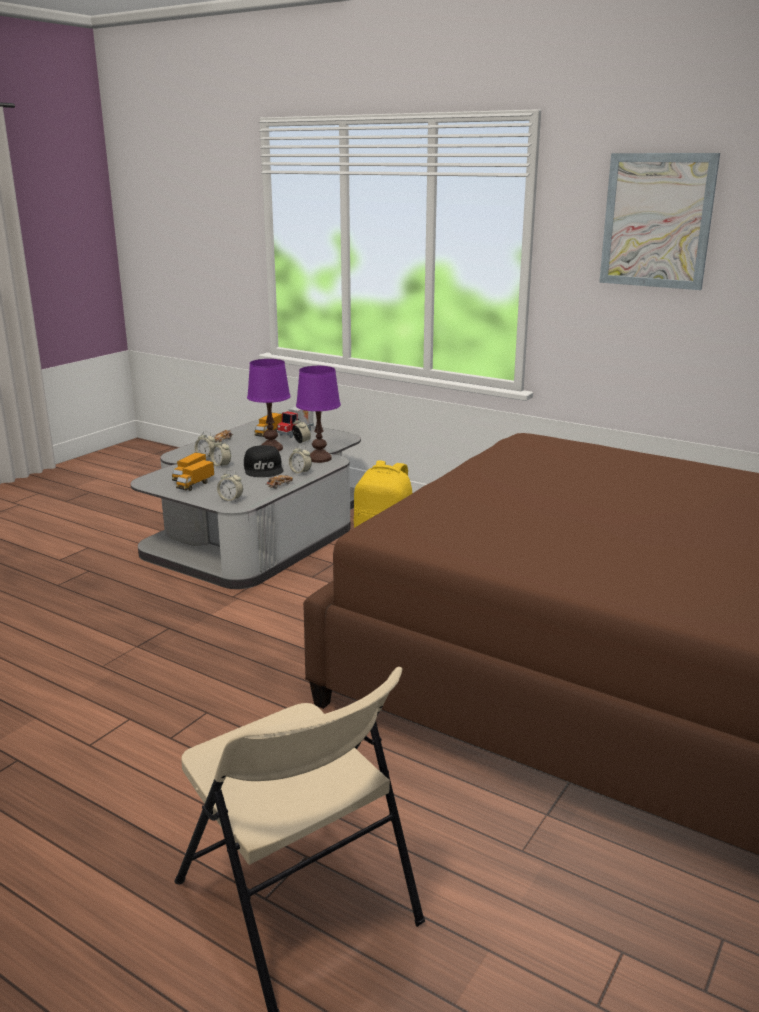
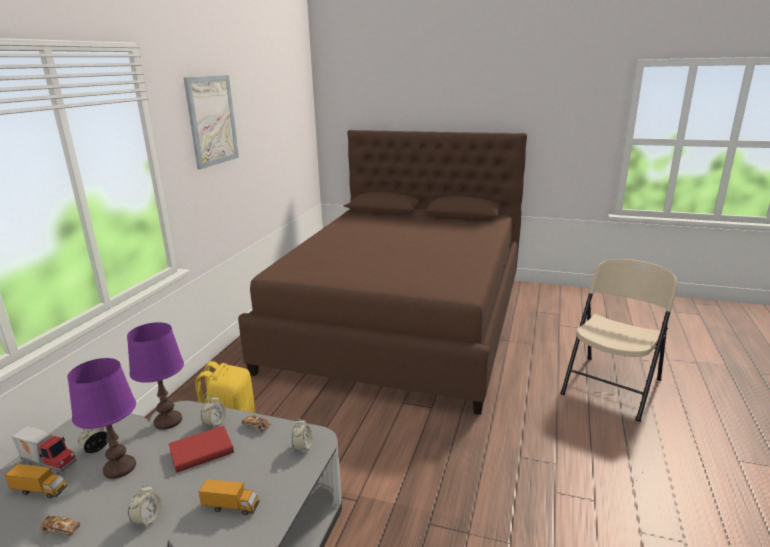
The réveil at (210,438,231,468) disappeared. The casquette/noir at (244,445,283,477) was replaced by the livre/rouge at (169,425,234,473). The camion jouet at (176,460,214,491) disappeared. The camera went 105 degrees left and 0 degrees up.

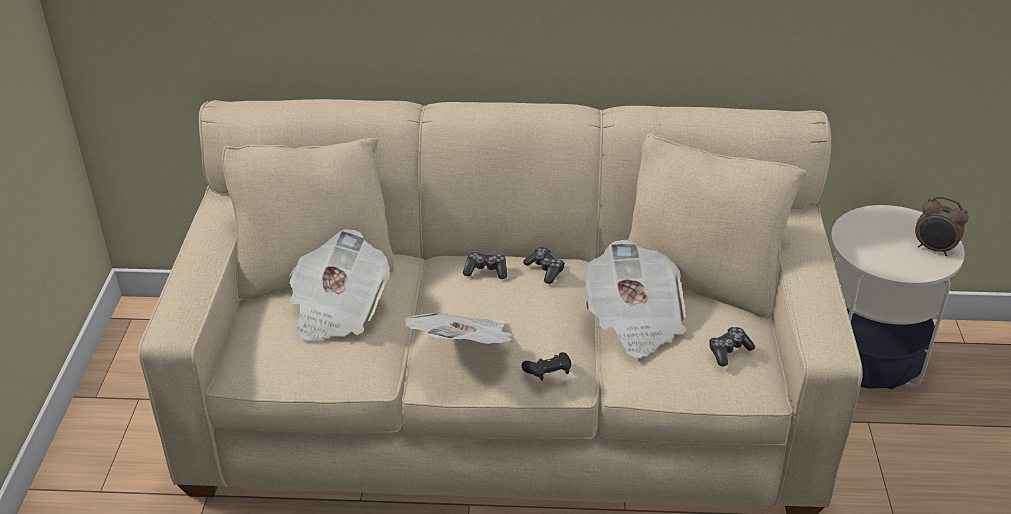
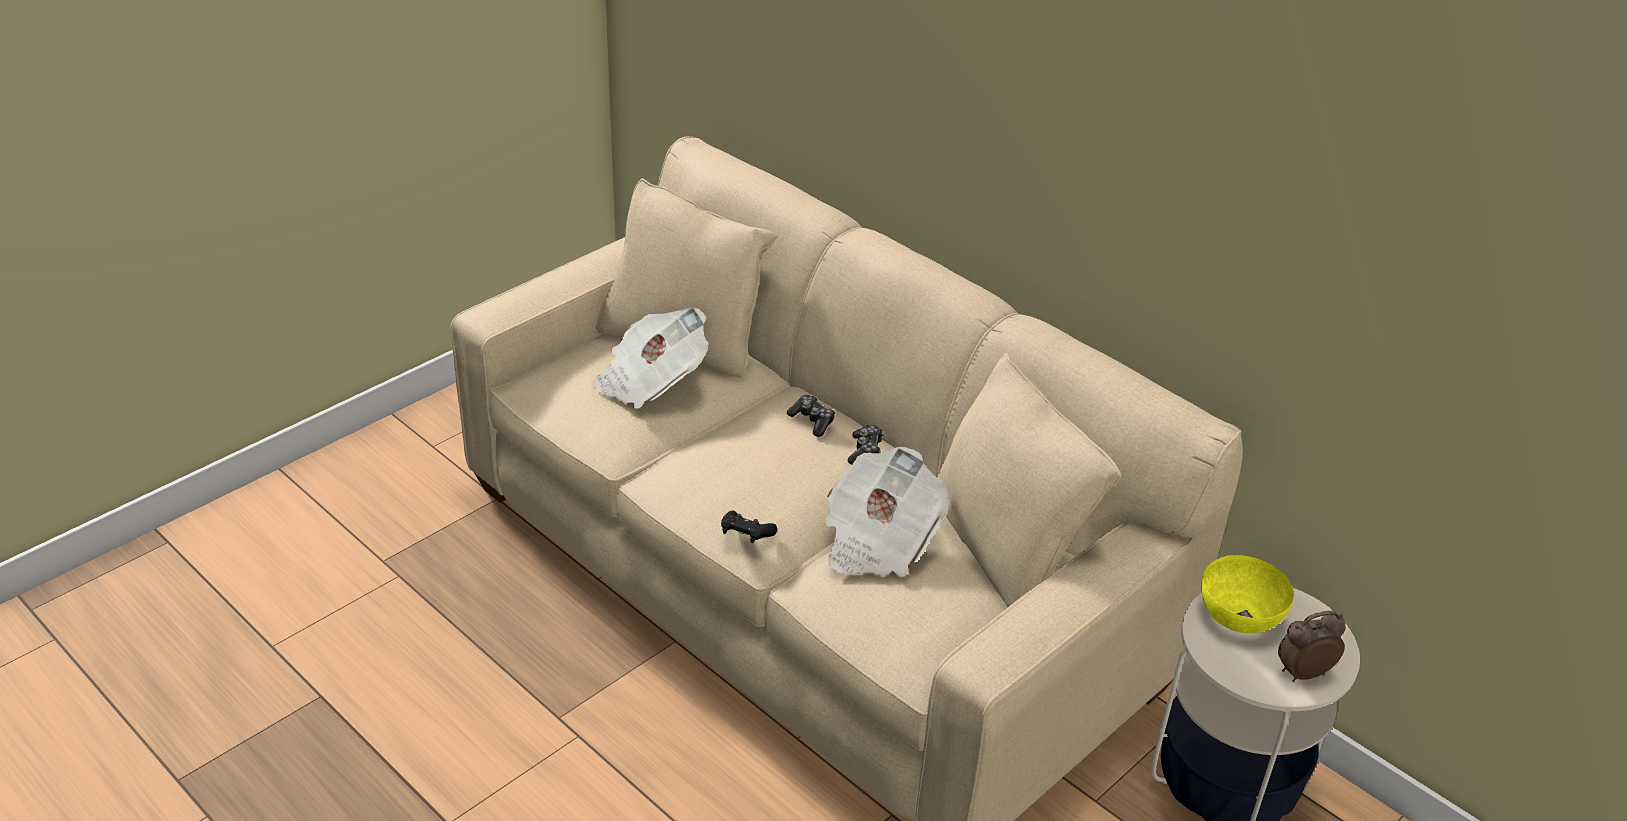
The réveil at (915,196,969,256) turned 90 degrees clockwise. The journal at (405,312,512,344) disappeared. The manette at (709,327,755,366) disappeared. The bol/jaune at (1201,555,1294,633) appeared. The camera went 40 degrees right and 0 degrees up.

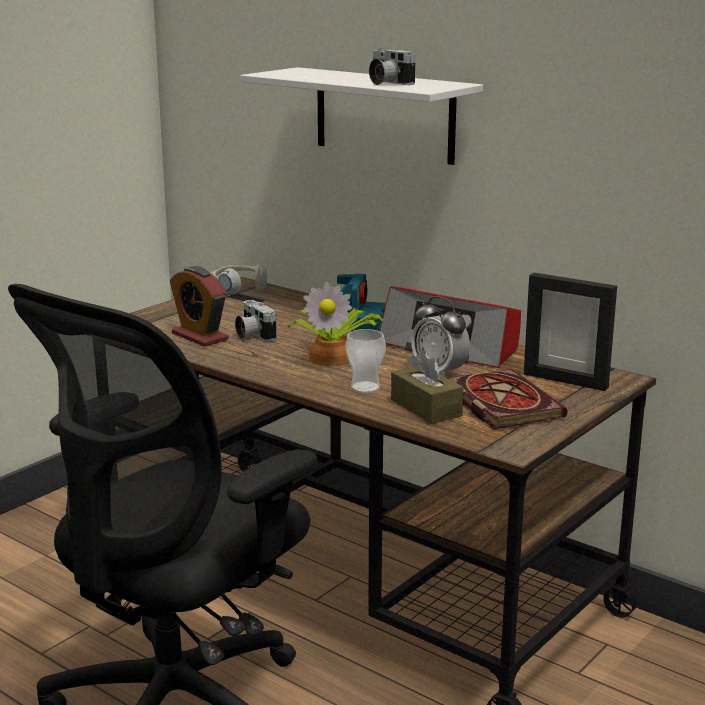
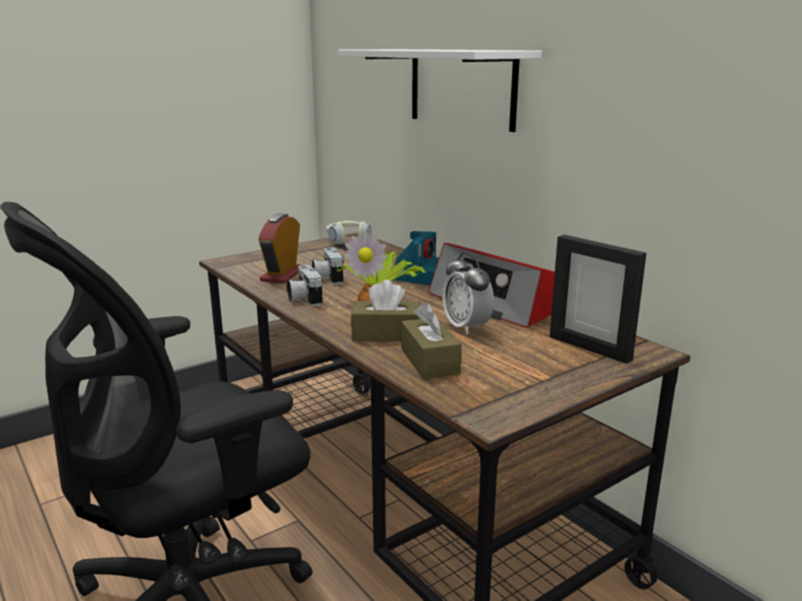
The appareil photo moved from (369,48,415,85) to (287,265,323,306). The réveil at (170,266,229,347) turned 45 degrees clockwise. The tasse at (346,329,386,393) was replaced by the boîte à mouchoirs/marron at (351,280,420,342). The livre at (448,369,568,429) disappeared. The camera went 15 degrees right and 0 degrees up.

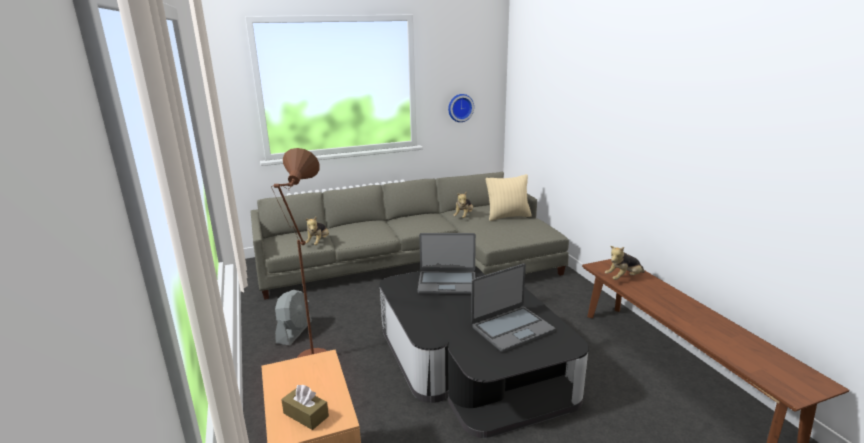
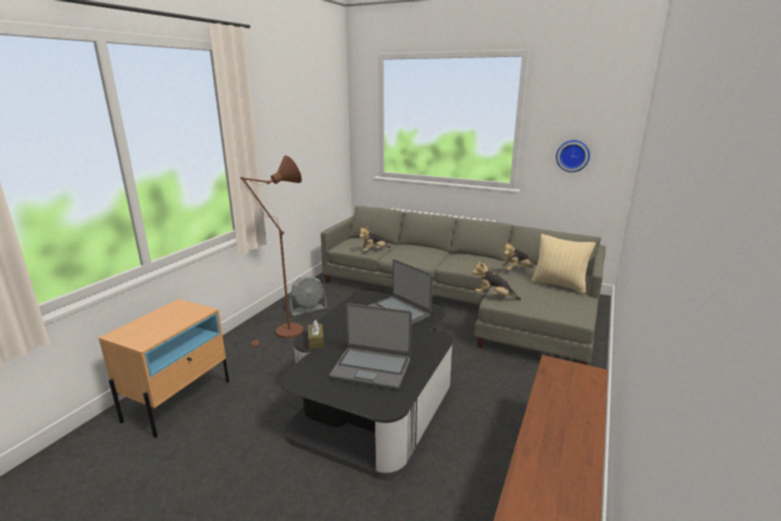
The peluche moved from (605,246,645,280) to (472,260,521,301). The boîte à mouchoirs/marron moved from (281,385,329,430) to (308,320,324,349). The camera went 45 degrees right and 0 degrees up.

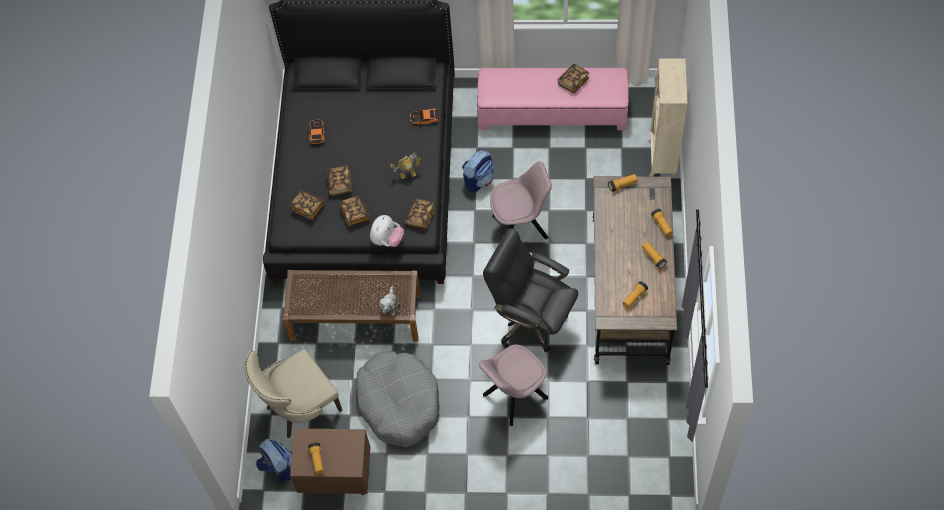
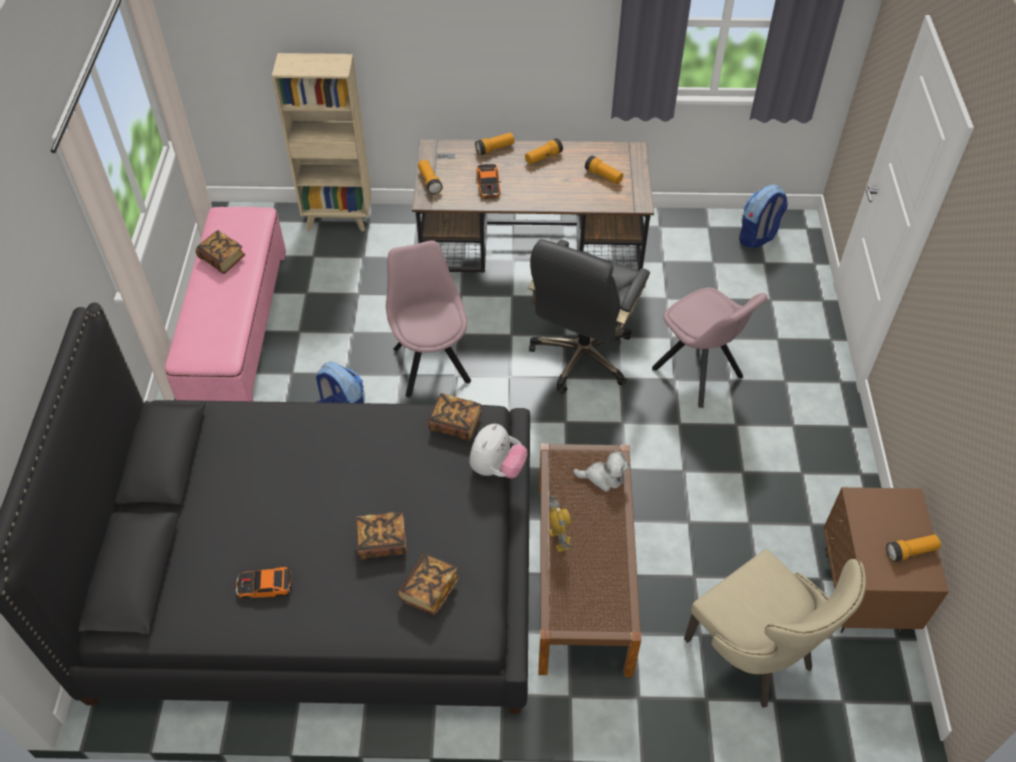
The petite voiture moved from (410,108,439,126) to (476,164,501,199). The robot jouet moved from (390,153,421,179) to (548,495,571,552). The livre at (340,195,371,227) disappeared. The peluche at (370,215,404,247) turned 90 degrees clockwise. The panier pour chien/gris at (357,351,440,447) disappeared. The sac à dos moved from (256,439,292,483) to (739,184,788,248). The camera went 95 degrees left and 10 degrees down.

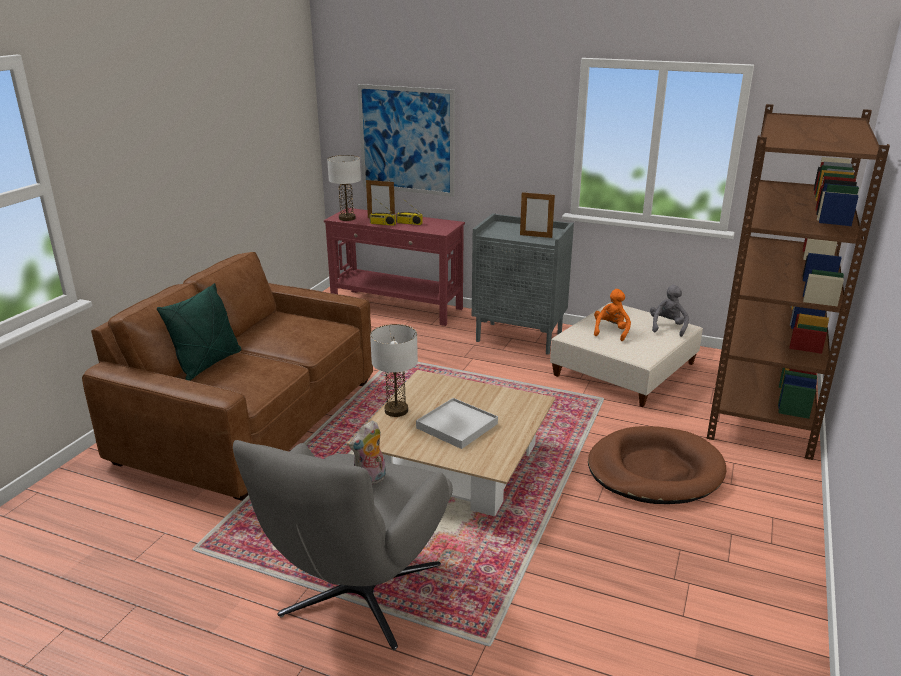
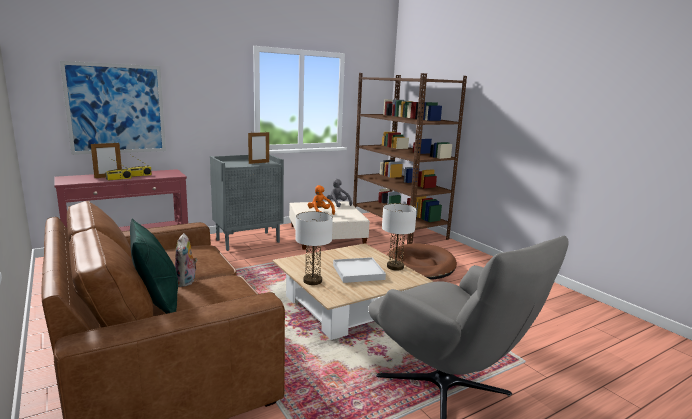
The lampe de table moved from (327,155,361,221) to (382,203,417,270). The peluche moved from (349,421,386,485) to (175,233,198,287). The camera went 55 degrees left and 10 degrees down.

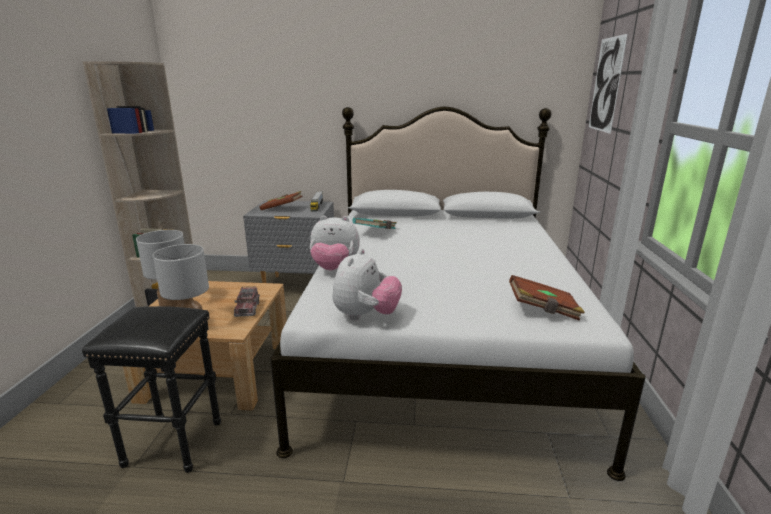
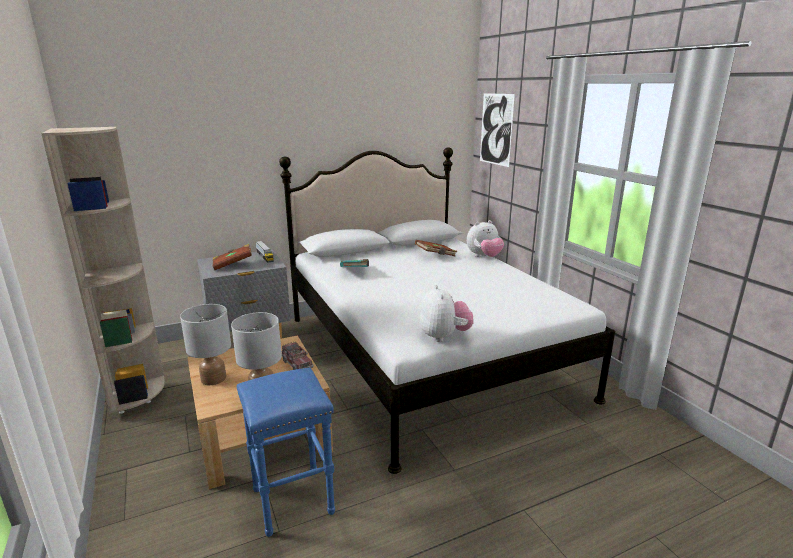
The peluche moved from (310,215,360,270) to (467,220,504,257). The livre/marron moved from (509,275,585,320) to (415,240,457,256). The tabouret/noir at (82,306,221,473) became the tabouret/bleu at (237,368,335,537). The camera went 30 degrees left and 0 degrees up.

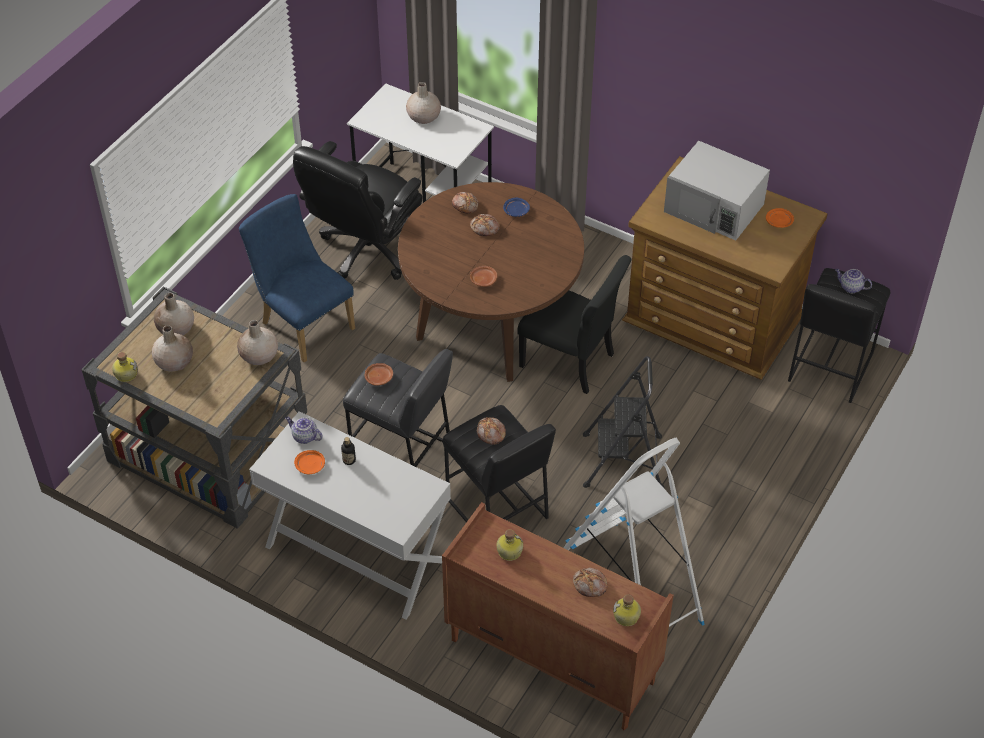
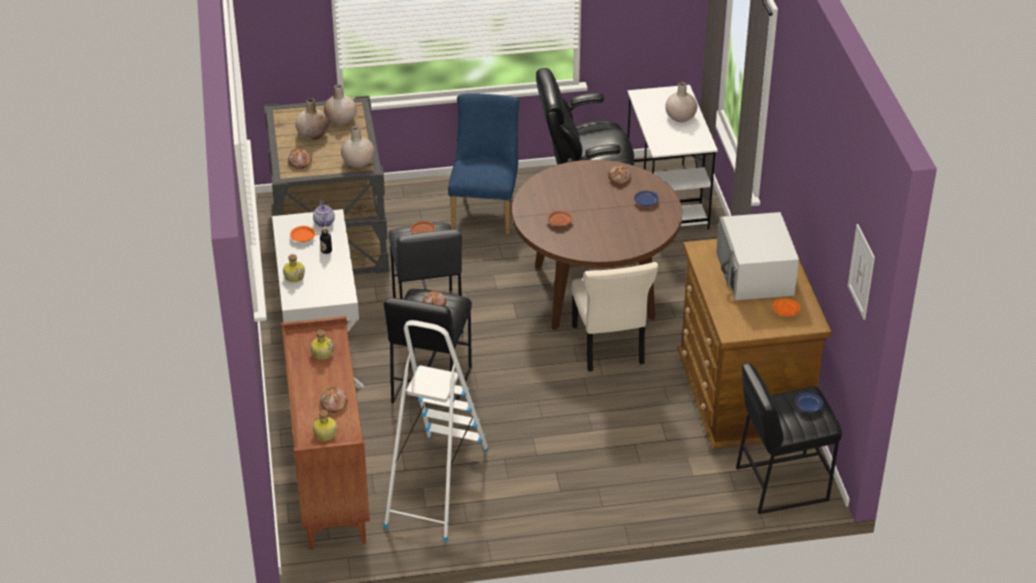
The pain moved from (470,214,500,236) to (288,148,312,169). The chaise/noir at (517,255,632,394) became the chaise/beige at (571,262,658,372). The théière at (835,269,872,293) was replaced by the assiette/bleu at (795,393,824,412). The bouteille moved from (112,352,138,382) to (283,254,305,282). The escabeau/noir at (583,356,664,488) disappeared. The tableau at (848,224,875,320) appeared. The camera went 50 degrees right and 10 degrees down.

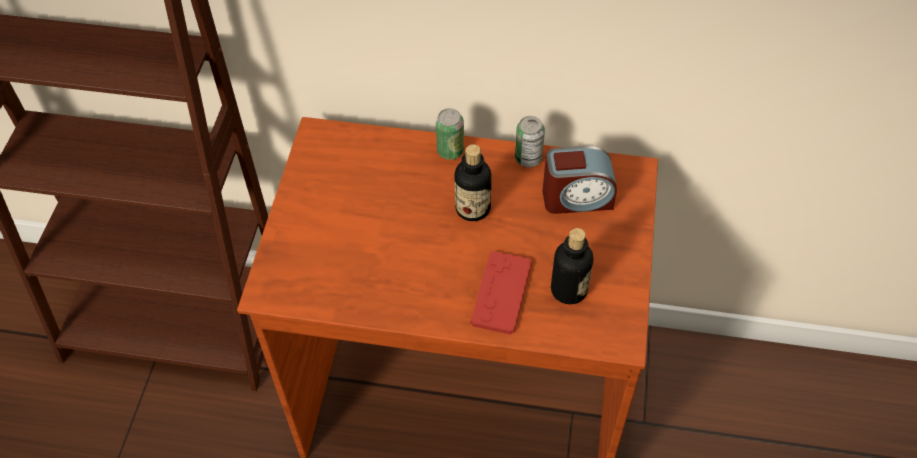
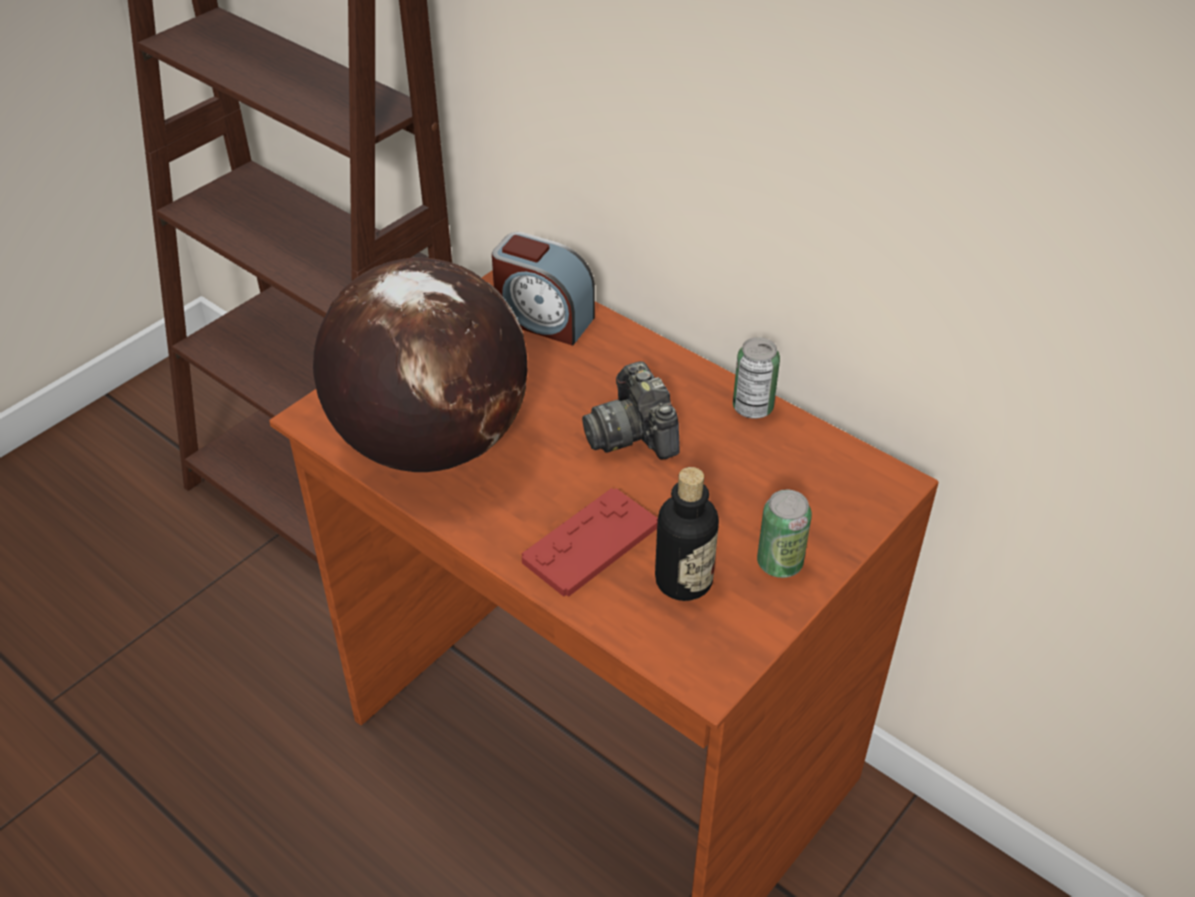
The boîte métallique moved from (436,108,464,160) to (757,489,812,578). The bouteille at (454,144,491,221) was replaced by the appareil photo at (582,361,680,459). The réveil moved from (543,146,617,214) to (492,232,595,346). The globe at (313,258,527,472) appeared. The camera went 30 degrees right and 10 degrees down.

